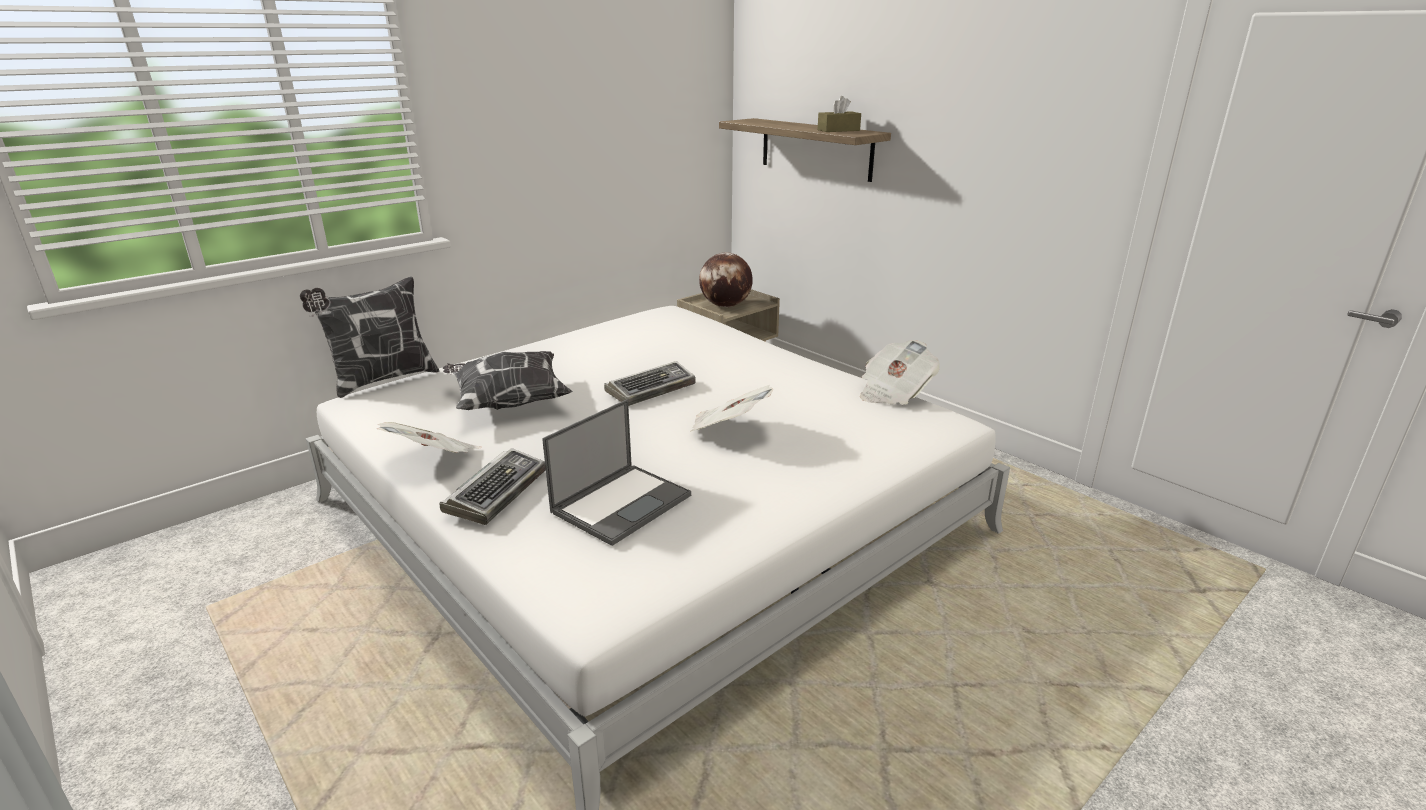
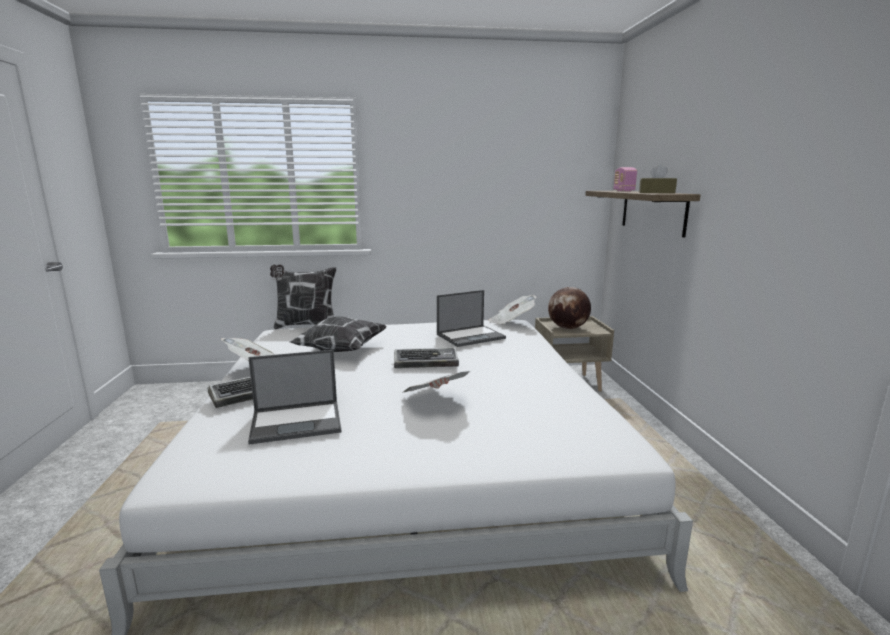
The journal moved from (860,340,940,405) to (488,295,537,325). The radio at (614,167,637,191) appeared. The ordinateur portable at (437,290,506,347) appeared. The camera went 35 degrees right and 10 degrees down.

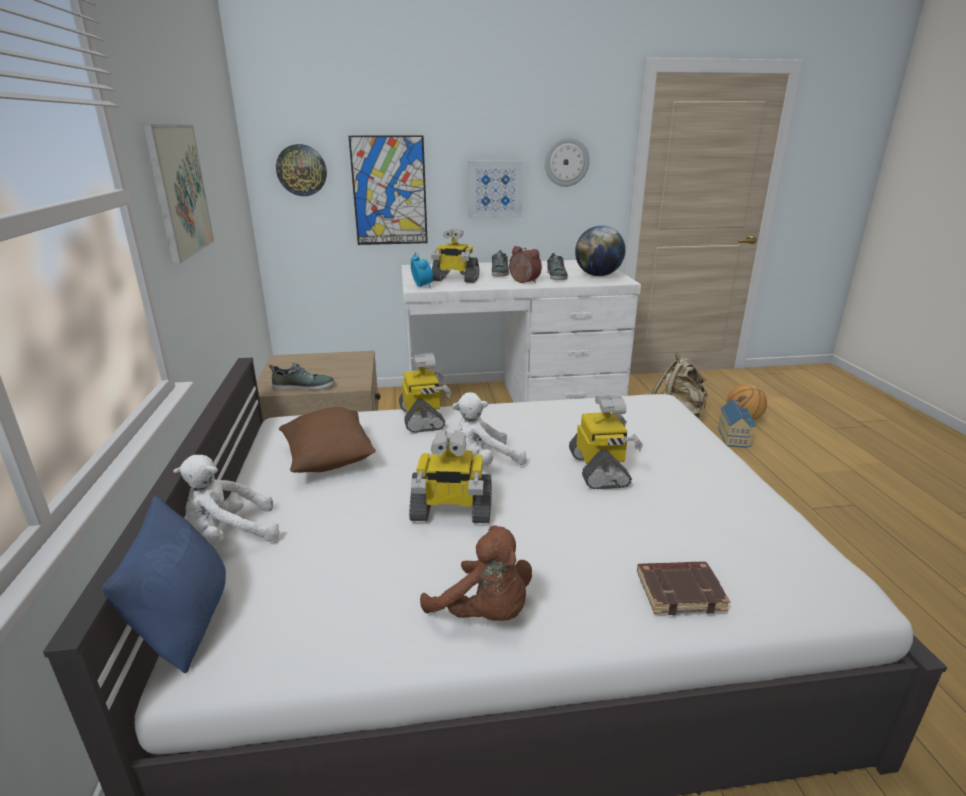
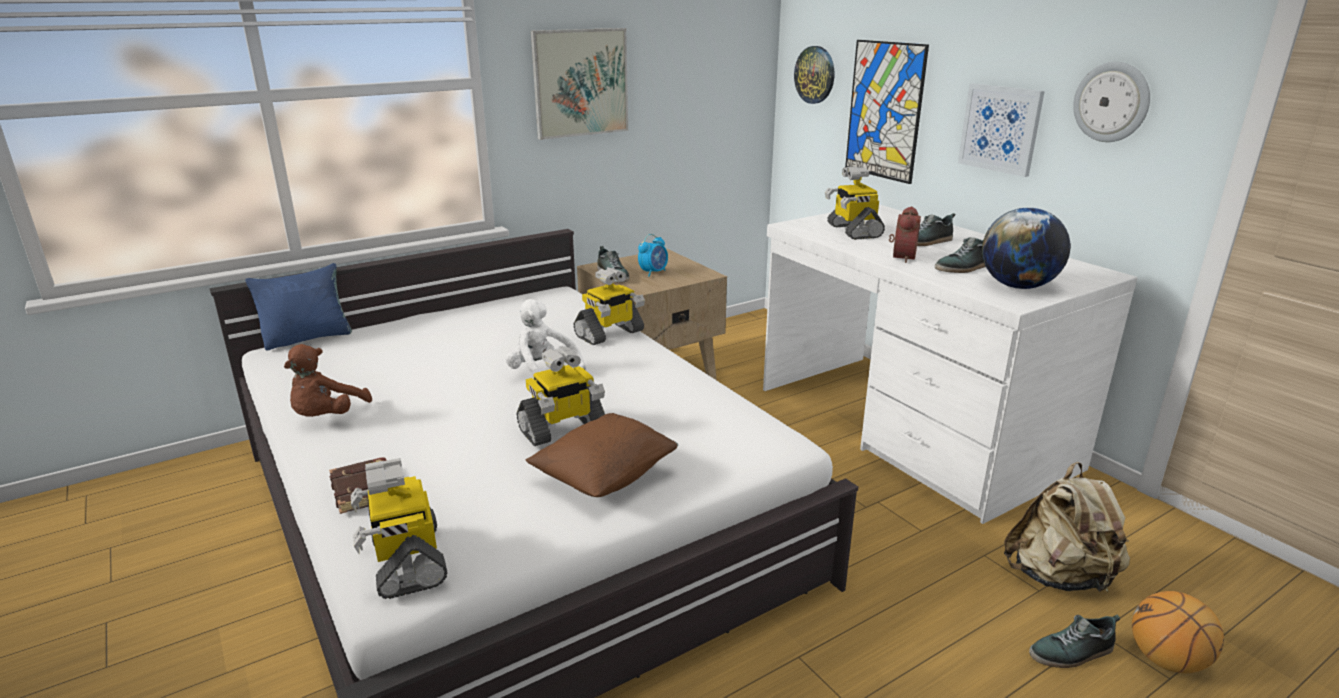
The réveil moved from (411,252,433,289) to (638,234,668,277). The maison miniature at (718,400,755,448) was replaced by the chaussure at (1029,615,1120,668). The coussin/marron moved from (279,407,376,473) to (525,413,678,497). The robot jouet moved from (409,430,492,523) to (351,458,447,599). The peluche/blanc at (173,455,280,546) disappeared. The camera went 65 degrees right and 0 degrees up.

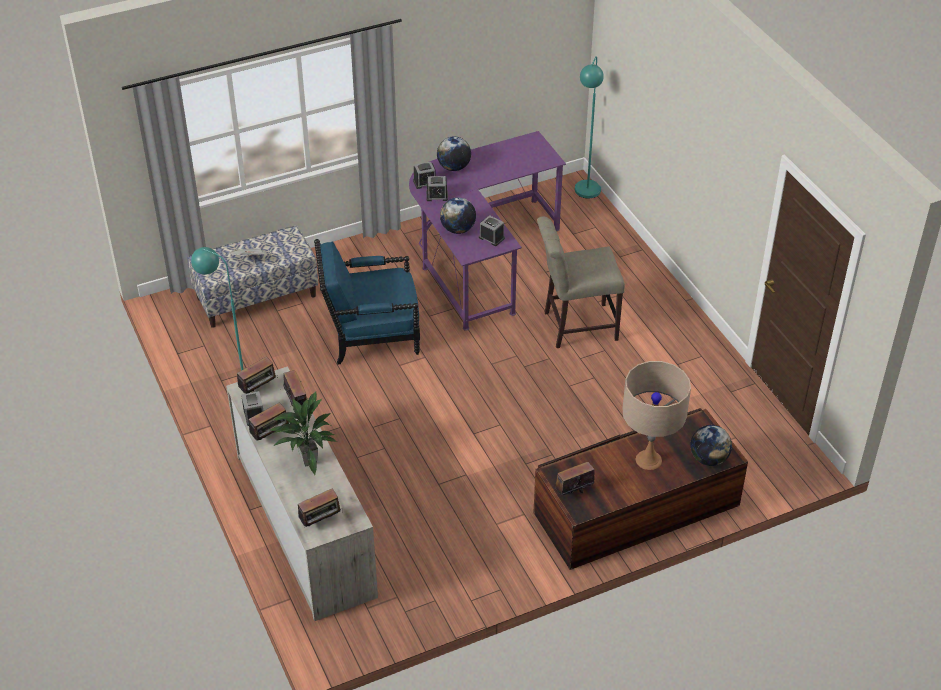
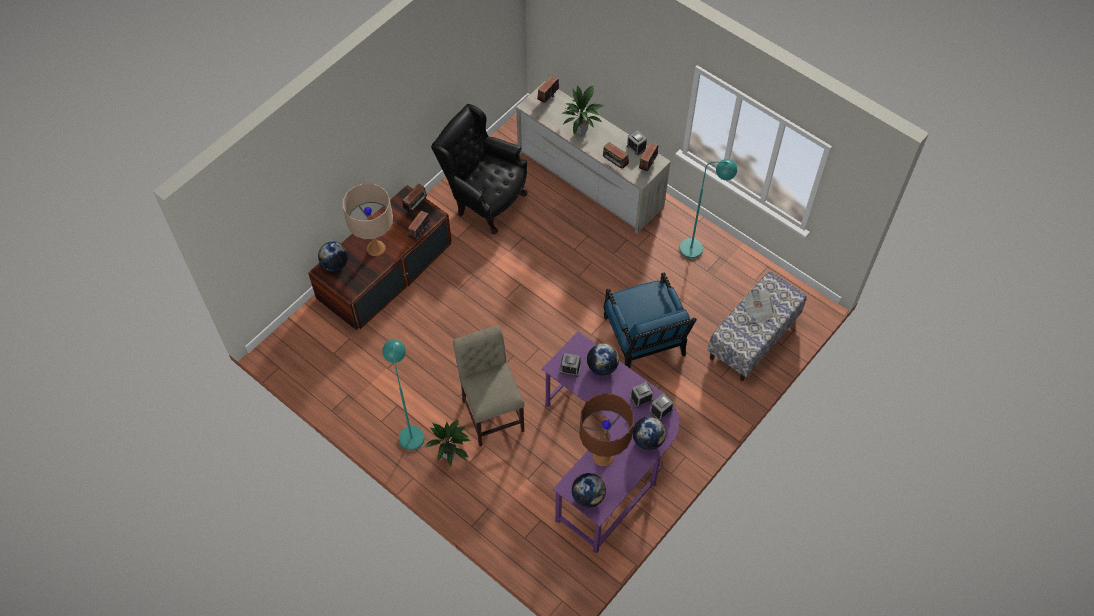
The lampadaire/turquoise moved from (575,56,604,198) to (382,340,425,450). The chaise/beige at (537,216,625,348) turned 75 degrees counterclockwise. The fauteuil/bleu at (314,239,420,365) turned 105 degrees clockwise. The radio moved from (248,403,289,441) to (408,211,430,240). The fauteuil/noir at (431,104,527,234) appeared. The lampe de table/marron at (579,393,634,466) appeared. The plante en pot at (424,419,471,467) appeared. The globe at (572,473,606,508) appeared. The camera went 155 degrees right and 15 degrees up.

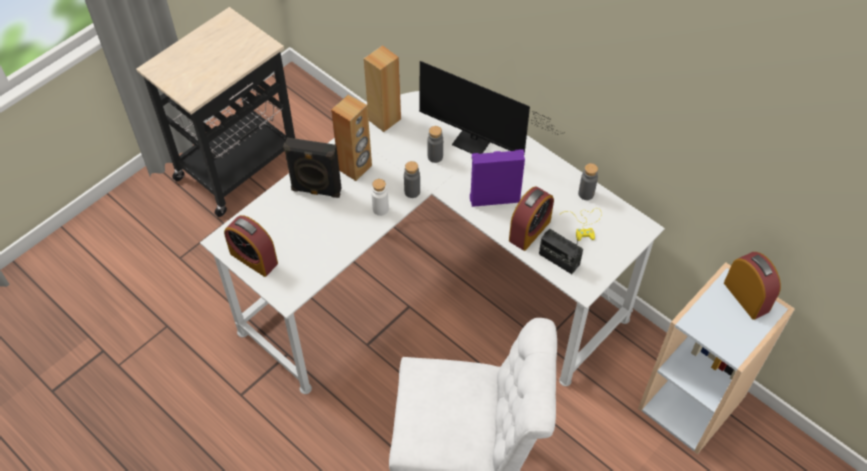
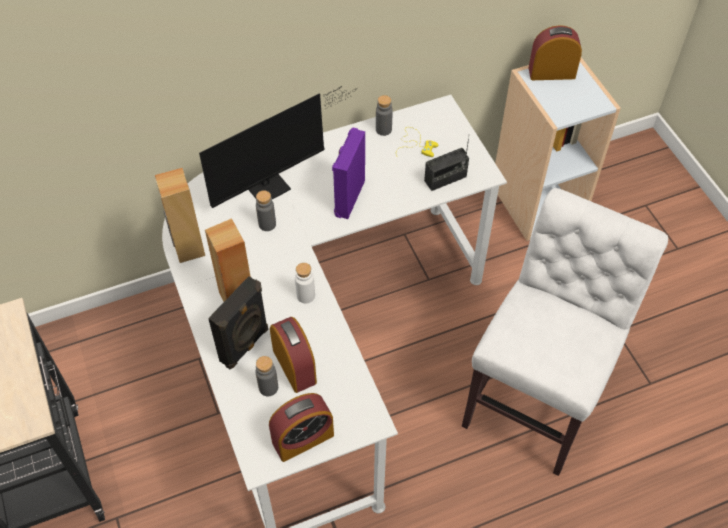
The bouteille/gris moved from (404,161,420,198) to (255,356,278,396). The réveil moved from (509,186,554,251) to (270,317,317,393). The camera went 65 degrees left and 0 degrees up.

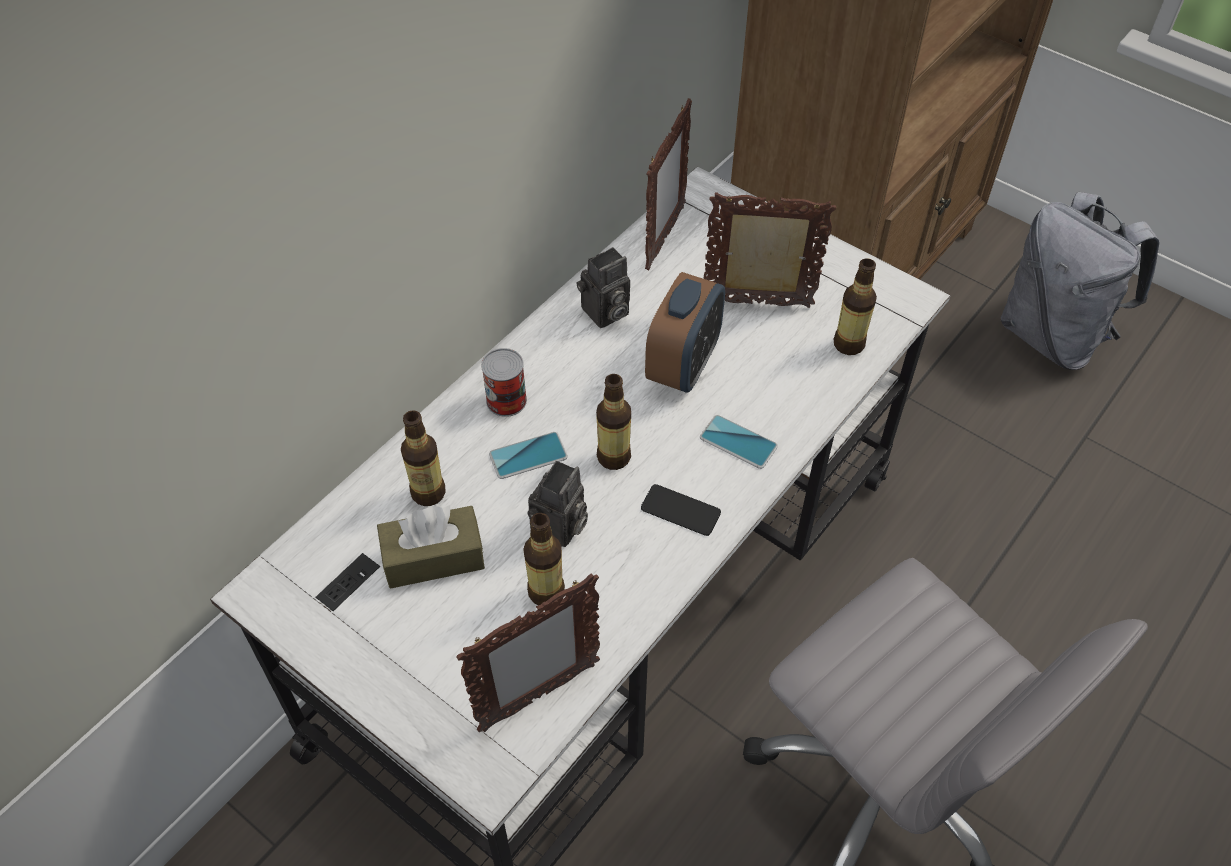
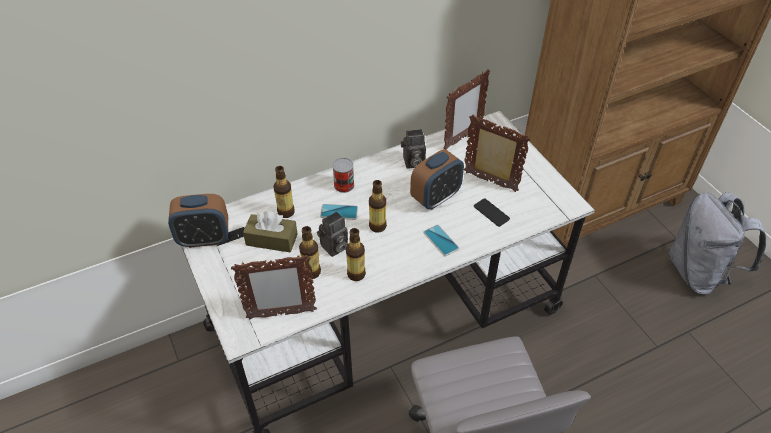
The bouteille moved from (834,258,877,355) to (346,228,366,281). The téléphone moved from (641,484,721,536) to (474,198,510,227). The réveil at (168,194,228,248) appeared. The camera went 25 degrees right and 5 degrees down.

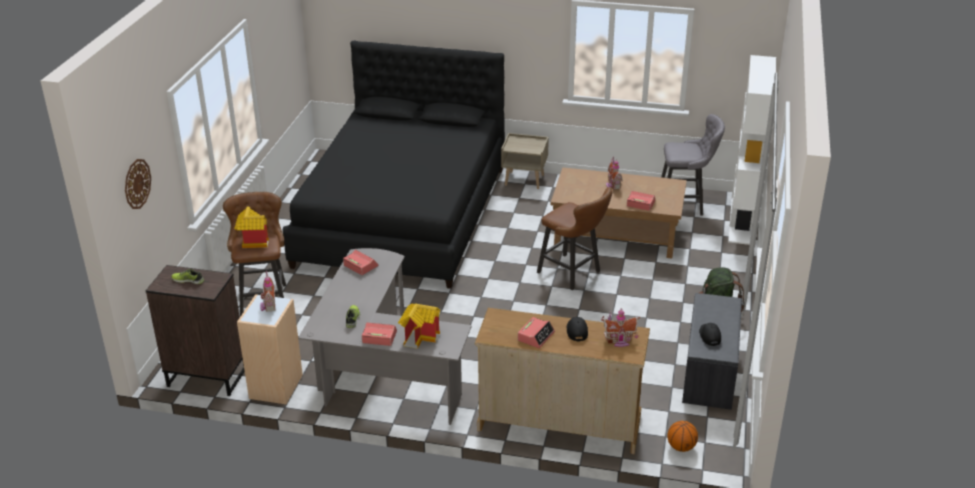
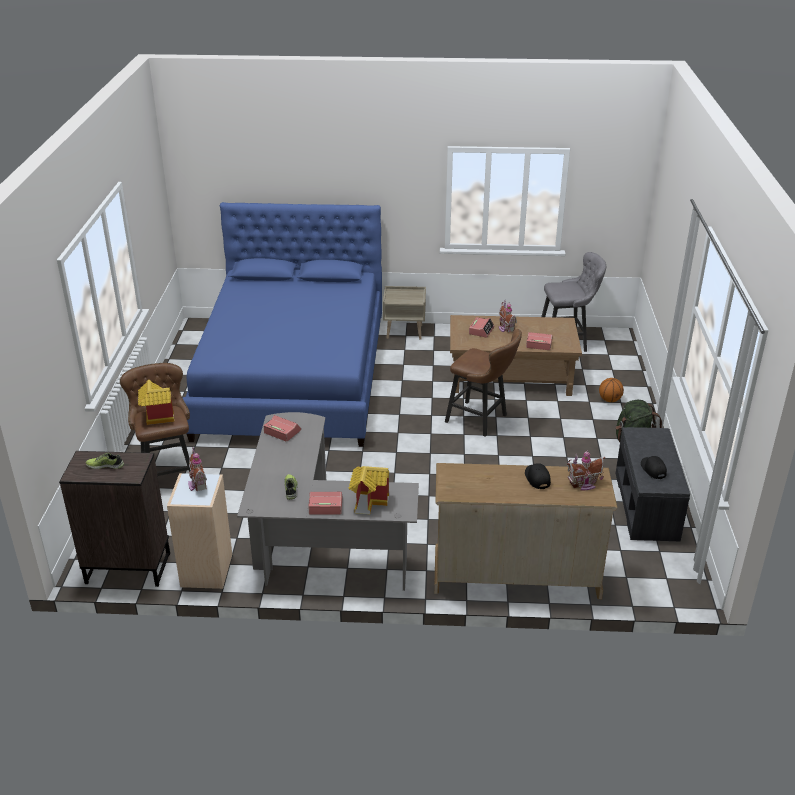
The lit/noir at (283,40,505,289) became the lit/bleu at (183,202,382,447). The bibliothèque/blanc at (728,55,776,245) disappeared. The horloge murale at (125,159,151,209) disappeared. The réveil moved from (518,317,555,348) to (469,317,495,338). The ballon de basket moved from (667,421,698,452) to (599,378,624,402). The camera went 10 degrees left and 0 degrees up.

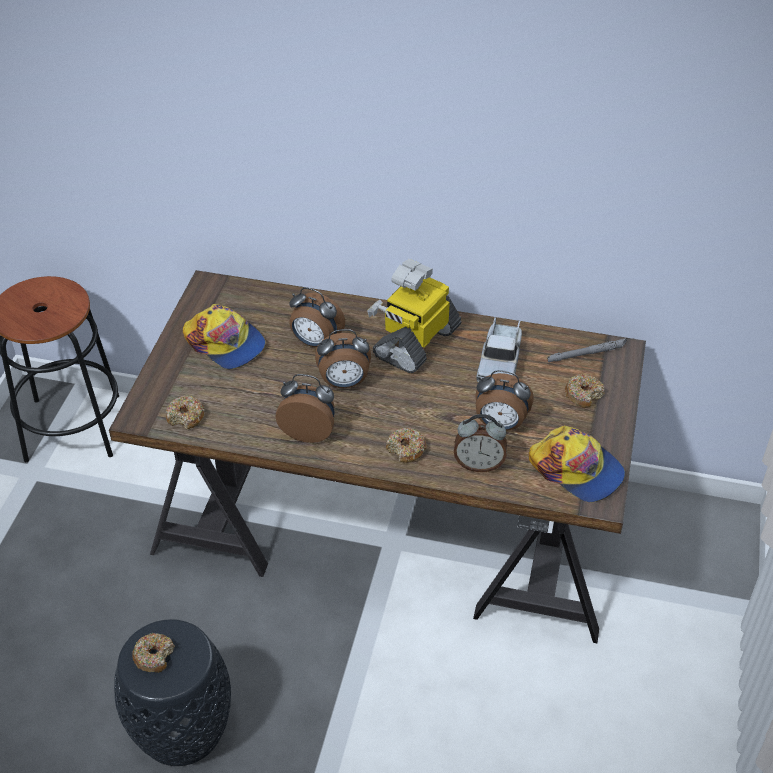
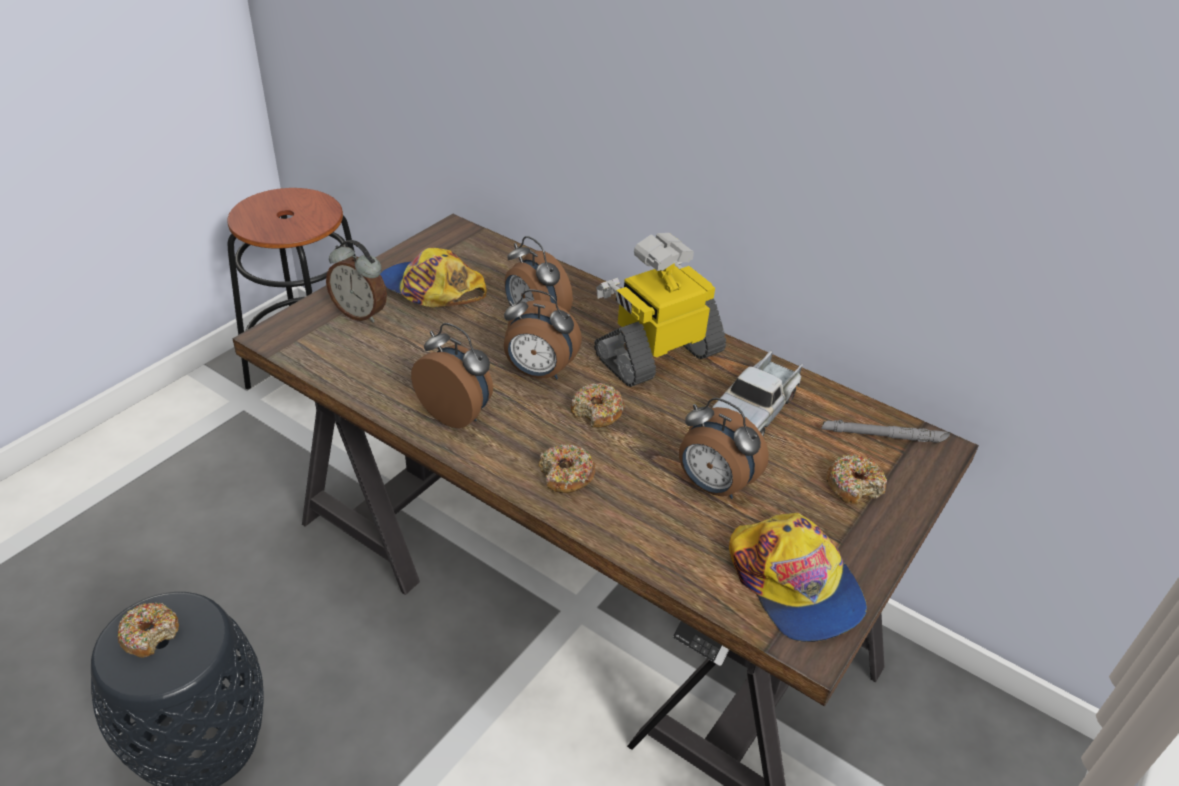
The casquette at (183,304,266,369) turned 150 degrees clockwise. The beignet moved from (166,395,204,430) to (571,383,625,428). The réveil moved from (454,414,507,472) to (326,240,387,323). The camera went 20 degrees right and 5 degrees down.

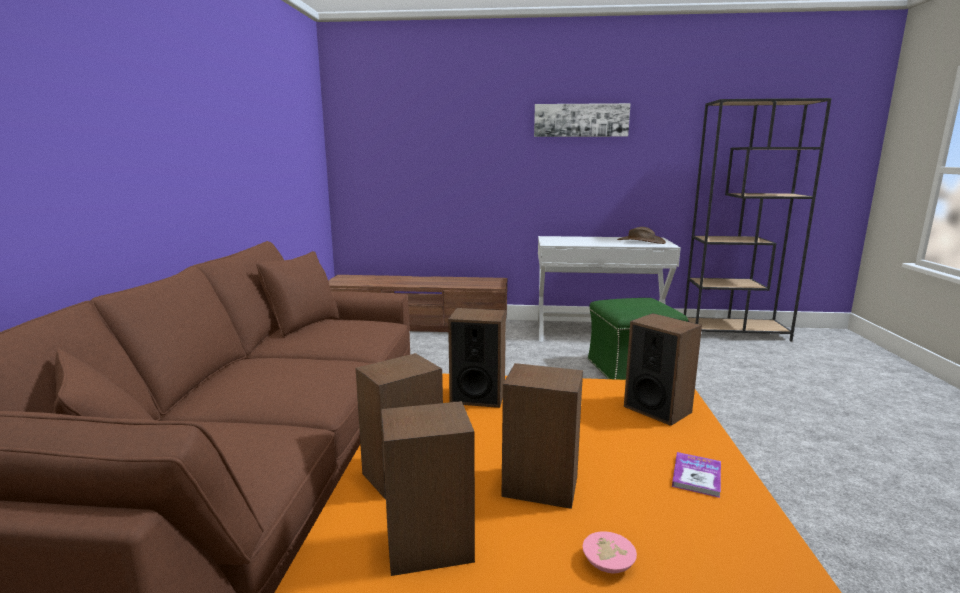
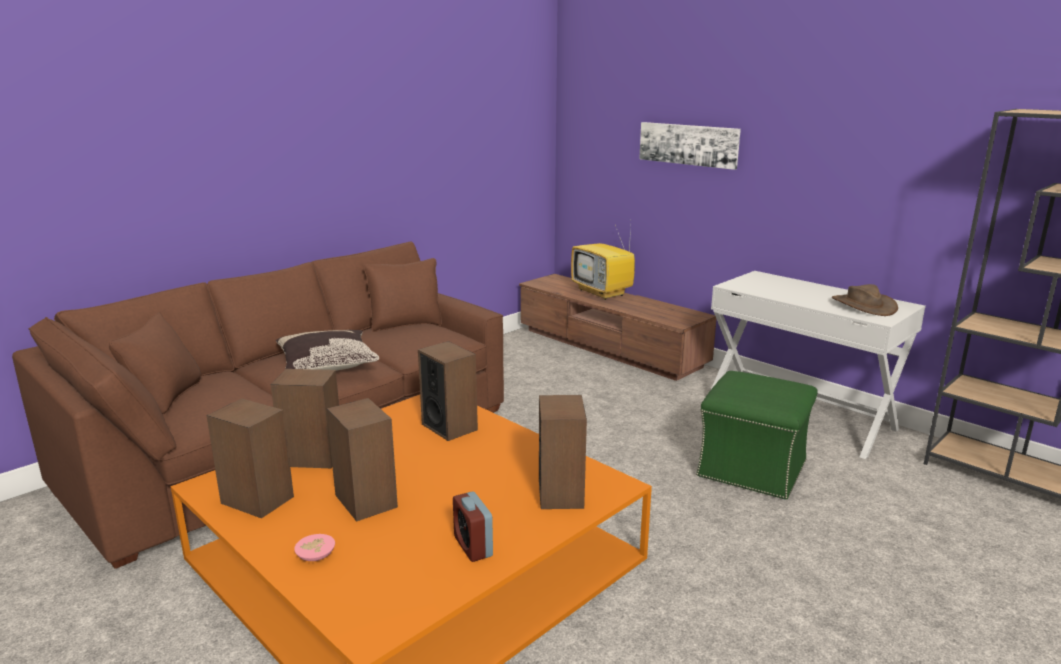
The tableau moved from (534,103,631,137) to (639,122,741,170). The livre at (672,452,721,498) was replaced by the réveil at (453,491,493,562). The téléviseur at (571,225,635,300) appeared. The coussin at (276,330,379,371) appeared. The camera went 40 degrees right and 5 degrees up.

